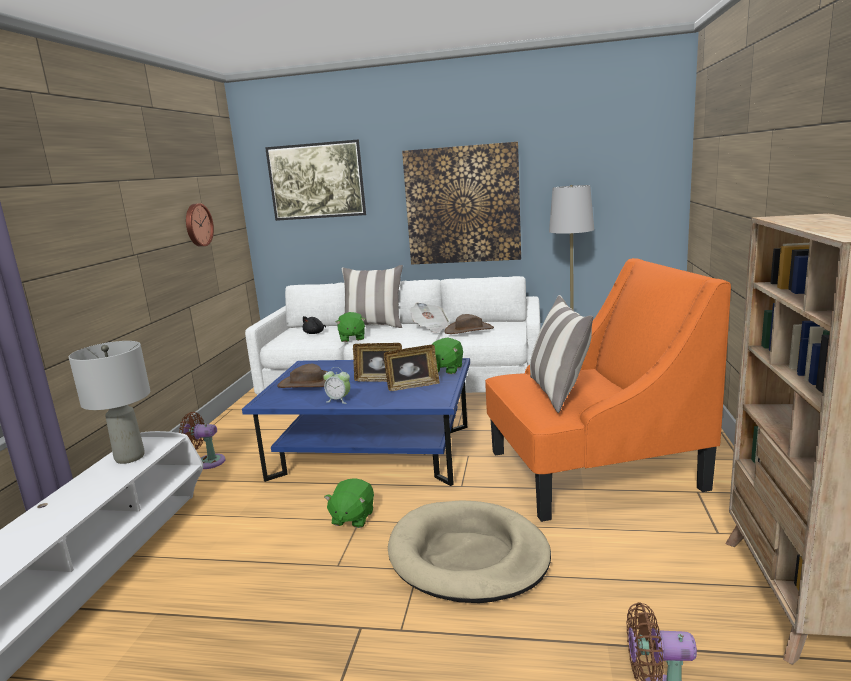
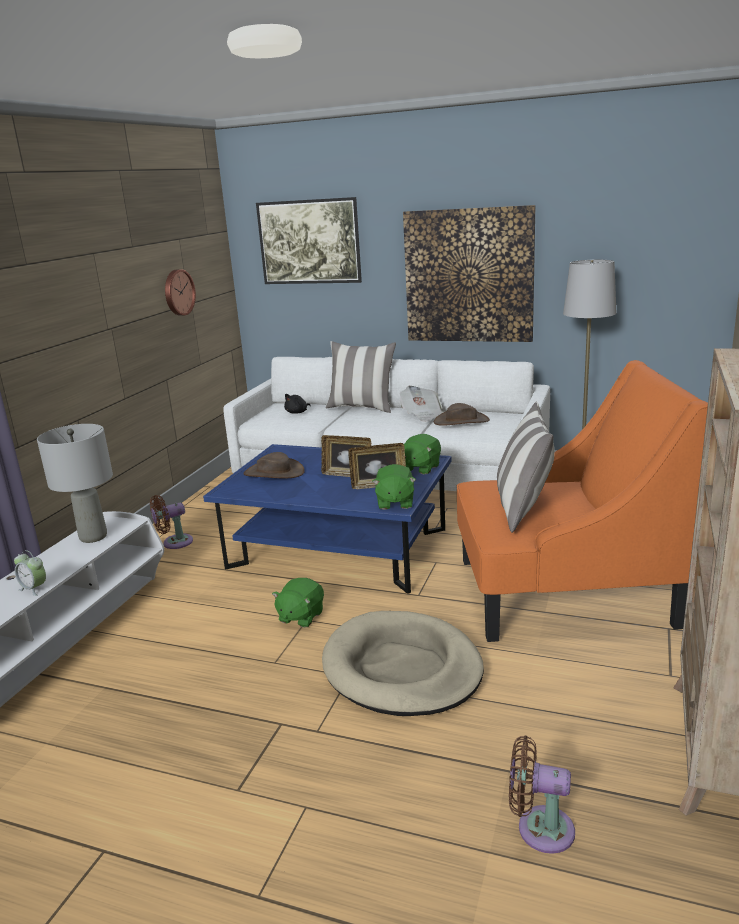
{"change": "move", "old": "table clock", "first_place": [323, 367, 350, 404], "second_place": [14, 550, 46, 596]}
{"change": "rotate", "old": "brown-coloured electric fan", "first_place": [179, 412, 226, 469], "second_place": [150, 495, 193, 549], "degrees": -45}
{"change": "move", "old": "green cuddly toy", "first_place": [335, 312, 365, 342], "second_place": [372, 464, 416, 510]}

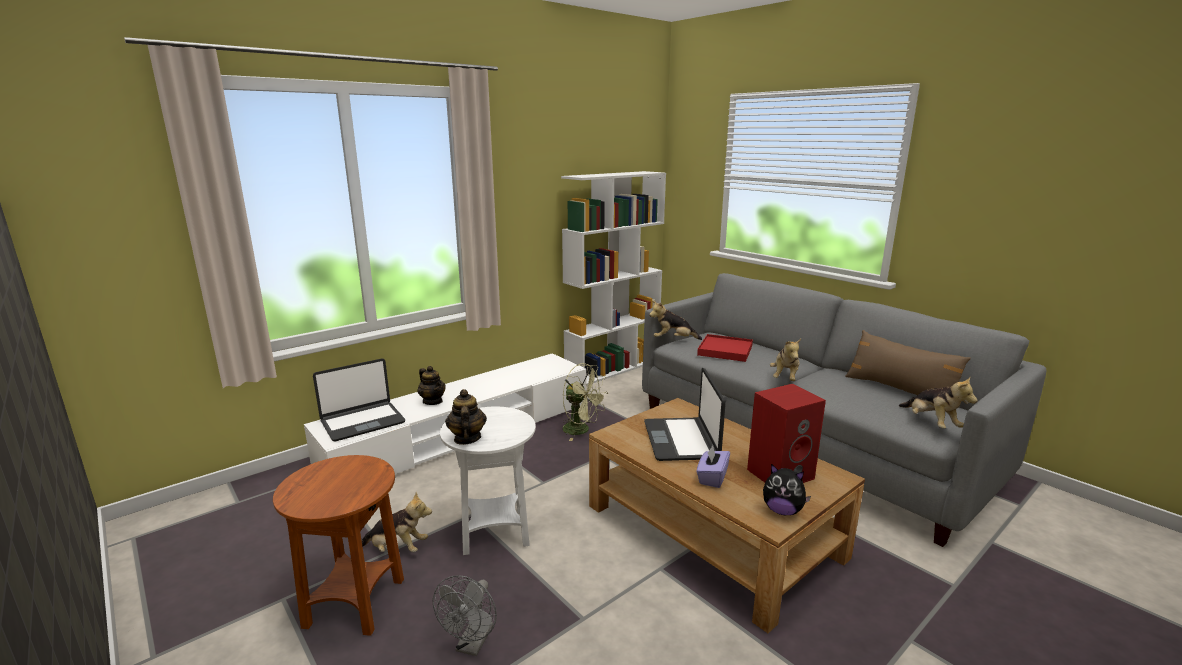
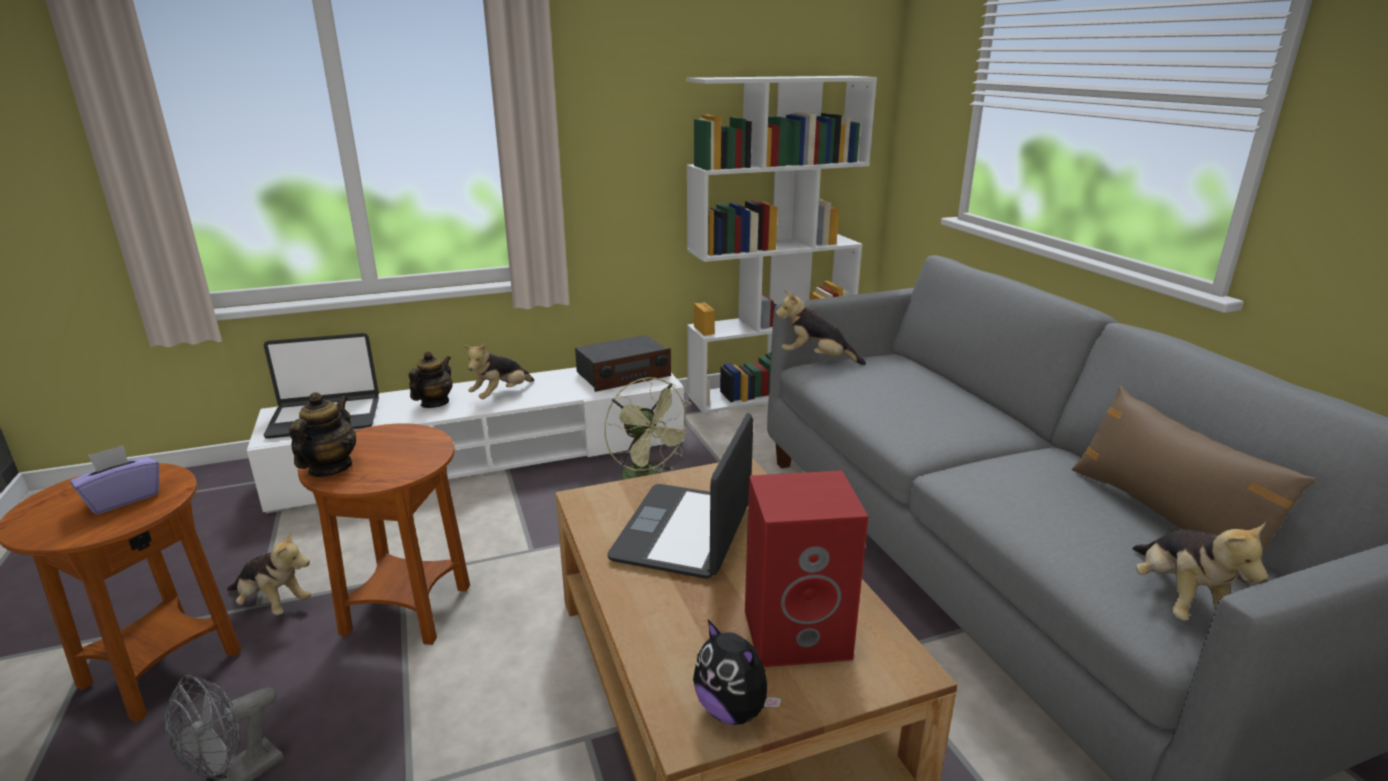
{"change": "move", "old": "purplish tissue holder", "first_place": [696, 445, 730, 488], "second_place": [70, 445, 159, 514]}
{"change": "recolor", "old": "white-coloured accent table", "new": "brown-coloured accent table", "first_place": [440, 407, 536, 555], "second_place": [298, 423, 470, 645]}
{"change": "rotate", "old": "teapot", "first_place": [418, 366, 446, 405], "second_place": [409, 351, 453, 408], "degrees": -135}
{"change": "move", "old": "cuddly toy", "first_place": [770, 339, 801, 381], "second_place": [463, 343, 534, 399]}
{"change": "insert", "new": "radio set", "second_place": [575, 335, 671, 392]}
{"change": "delete", "old": "reddish tray", "first_place": [697, 334, 753, 362]}

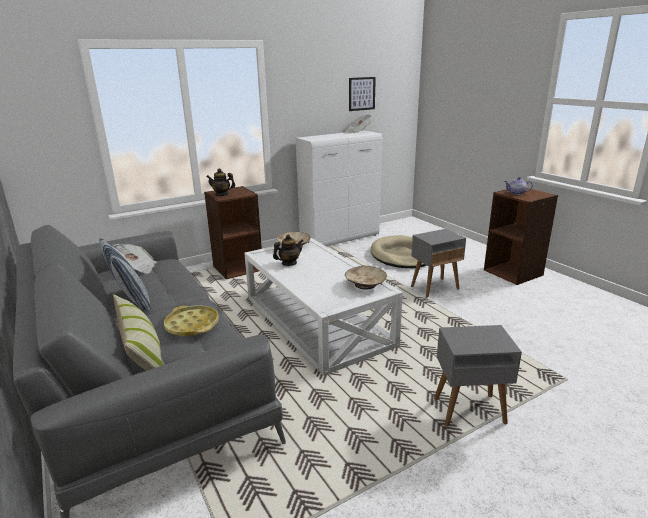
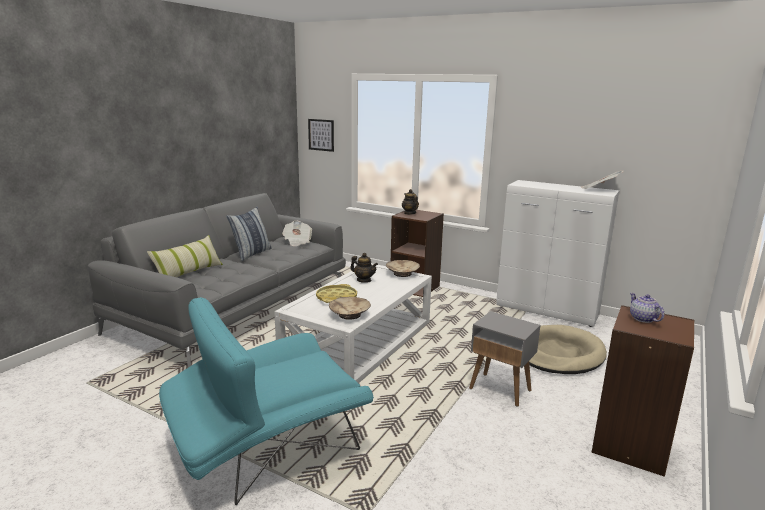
{"change": "replace", "old": "gray accent table", "new": "blue-green armchair", "first_place": [434, 325, 522, 427], "second_place": [159, 297, 374, 505]}
{"change": "move", "old": "picture", "first_place": [349, 77, 376, 111], "second_place": [308, 119, 334, 152]}
{"change": "move", "old": "yellow tray", "first_place": [164, 305, 219, 336], "second_place": [316, 284, 357, 303]}

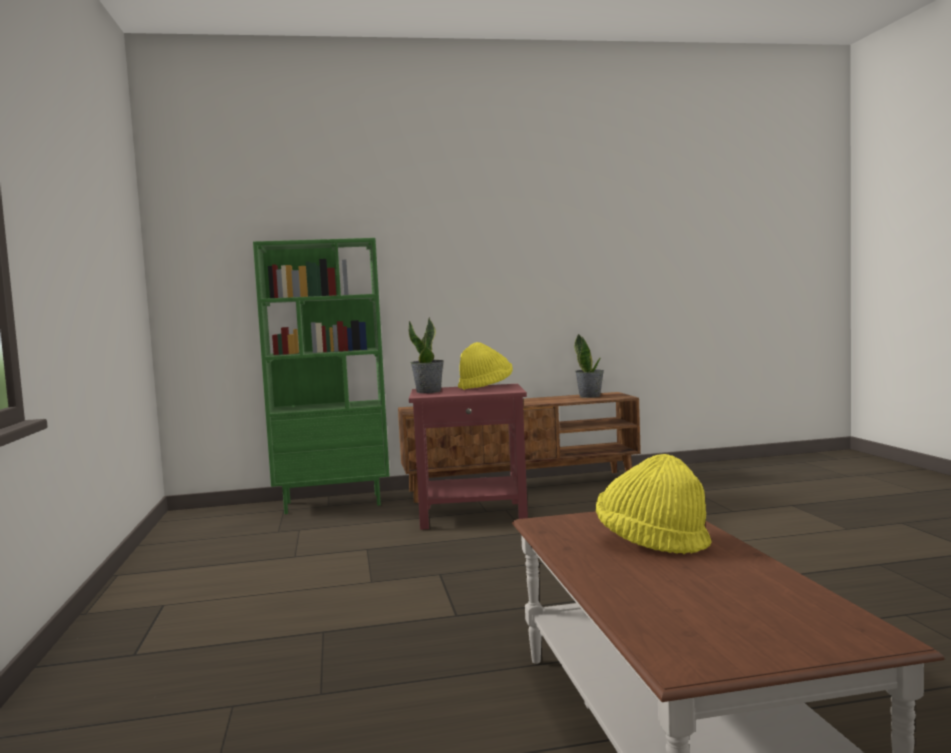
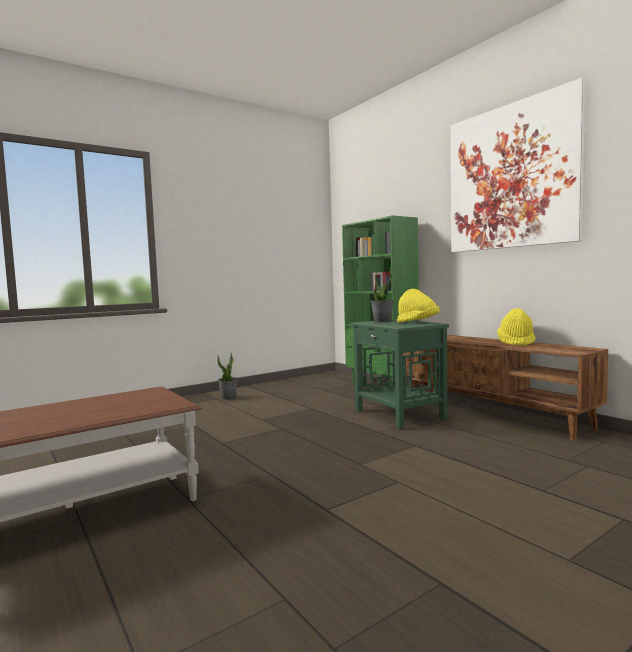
{"change": "move", "old": "plant in a pot", "first_place": [574, 334, 604, 398], "second_place": [217, 353, 238, 399]}
{"change": "recolor", "old": "reddish accent table", "new": "green accent table", "first_place": [409, 384, 528, 530], "second_place": [350, 319, 449, 429]}
{"change": "insert", "new": "picture", "second_place": [451, 77, 586, 252]}
{"change": "move", "old": "yellow wearable hat", "first_place": [596, 454, 712, 554], "second_place": [497, 308, 535, 346]}

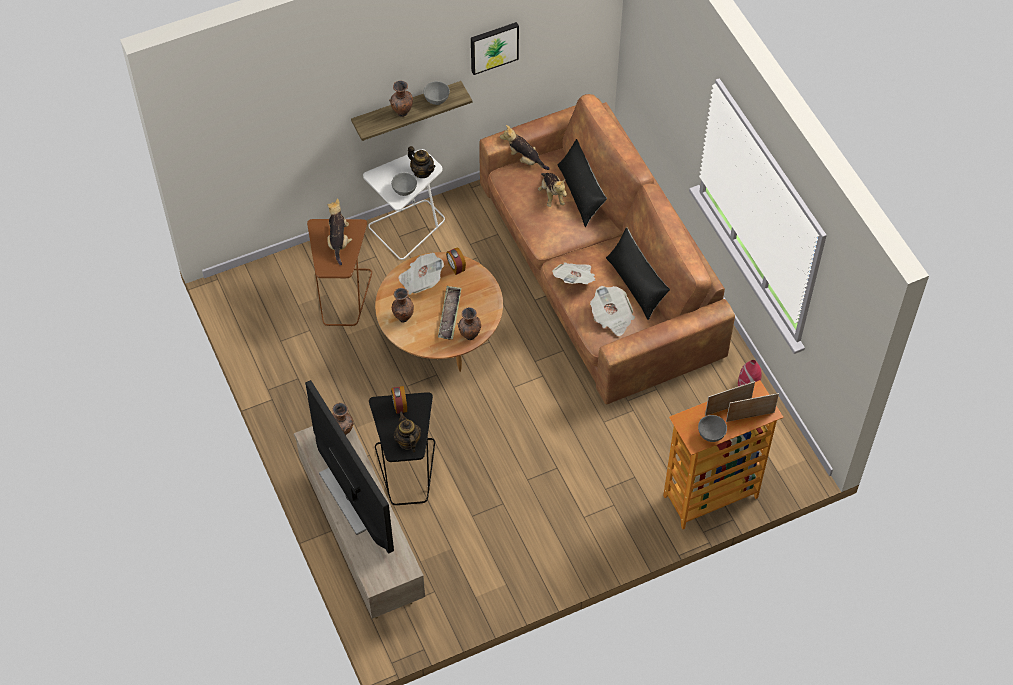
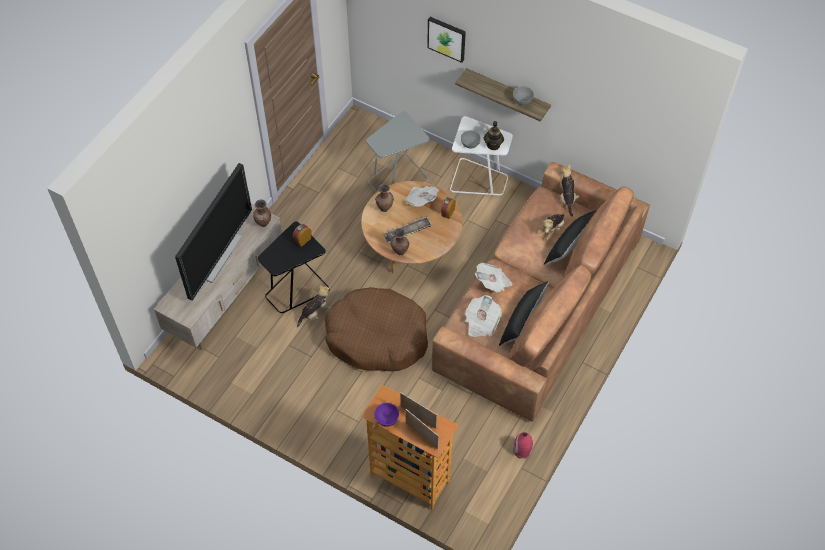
{"change": "move", "old": "cuddly toy", "first_place": [327, 198, 352, 265], "second_place": [297, 285, 331, 327]}
{"change": "insert", "new": "brown-coloured pet bed", "second_place": [325, 287, 428, 372]}
{"change": "recolor", "old": "brown-coloured accent table", "new": "gray accent table", "first_place": [307, 219, 372, 326], "second_place": [366, 111, 430, 193]}
{"change": "recolor", "old": "gray deep dish", "new": "purplish deep dish", "first_place": [698, 415, 727, 442], "second_place": [374, 403, 399, 427]}
{"change": "move", "old": "picture", "first_place": [471, 22, 519, 75], "second_place": [427, 17, 466, 63]}
{"change": "delete", "old": "brown-coloured decorative vase", "first_place": [389, 80, 413, 117]}
{"change": "delete", "old": "teapot", "first_place": [394, 411, 421, 452]}

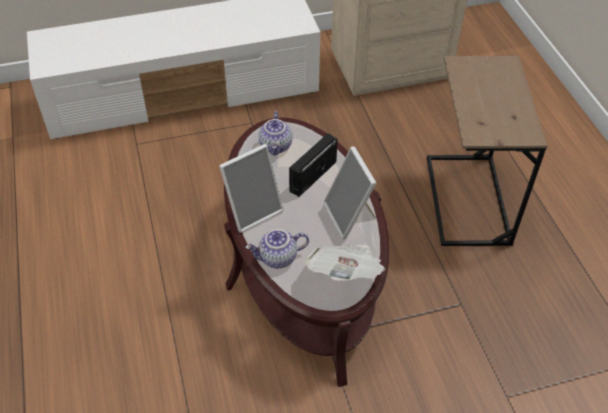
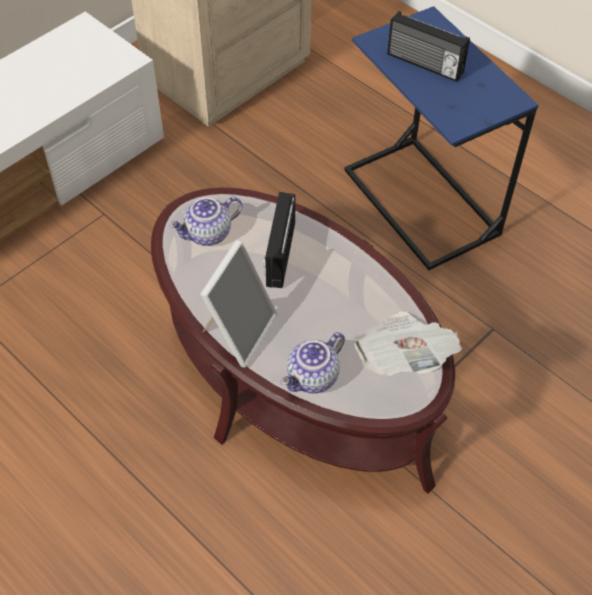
{"change": "rotate", "old": "teapot", "first_place": [259, 111, 292, 156], "second_place": [169, 196, 243, 246], "degrees": 90}
{"change": "recolor", "old": "brown-coloured accent table", "new": "blue accent table", "first_place": [427, 56, 547, 246], "second_place": [344, 6, 538, 270]}
{"change": "insert", "new": "radio set", "second_place": [387, 11, 470, 82]}
{"change": "delete", "old": "picture frame", "first_place": [323, 146, 377, 240]}

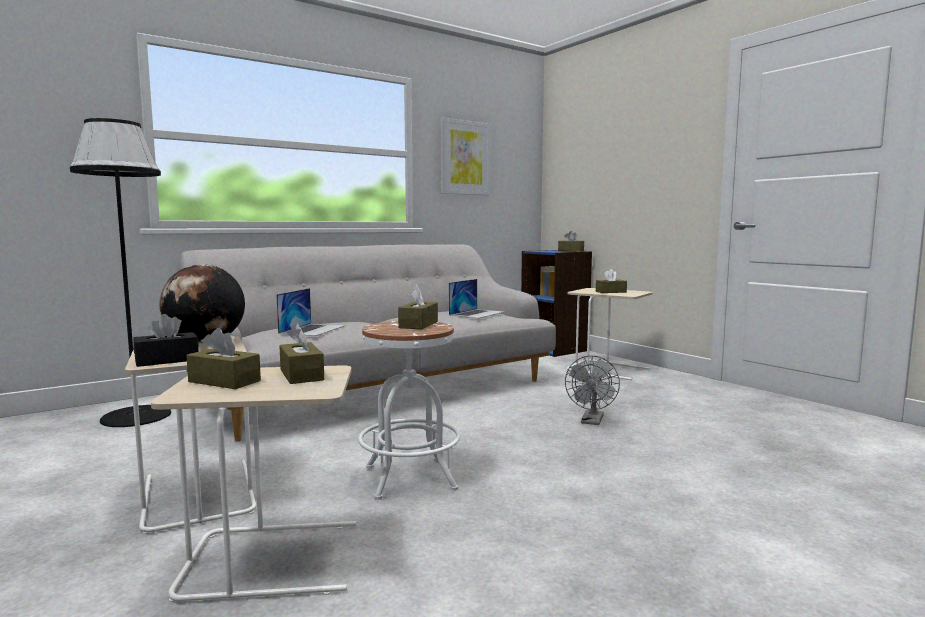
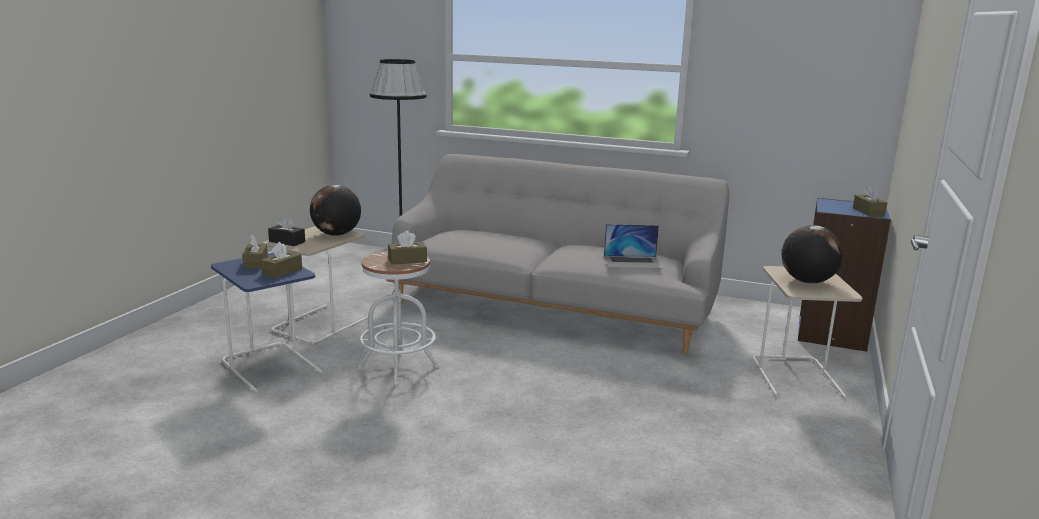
{"change": "recolor", "old": "sand-coloured accent table", "new": "blue accent table", "first_place": [151, 366, 356, 602], "second_place": [211, 253, 322, 392]}
{"change": "replace", "old": "brown-coloured tissue holder", "new": "globe", "first_place": [596, 269, 627, 293], "second_place": [781, 225, 843, 284]}
{"change": "delete", "old": "notebook computer", "first_place": [276, 288, 345, 336]}
{"change": "delete", "old": "picture", "first_place": [440, 118, 490, 195]}
{"change": "delete", "old": "gray electric fan", "first_place": [565, 355, 620, 425]}

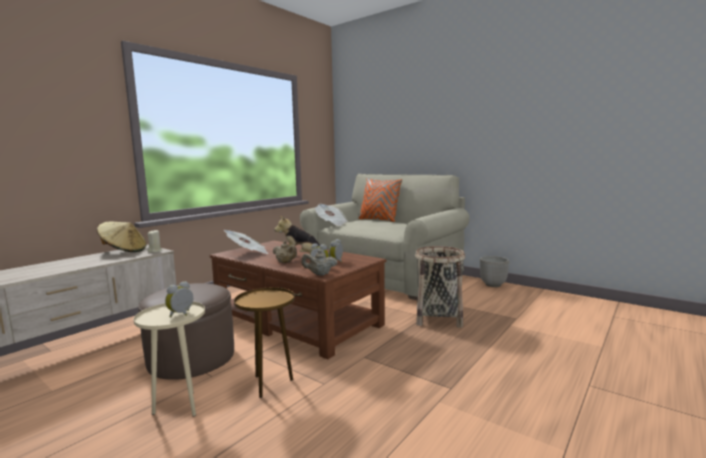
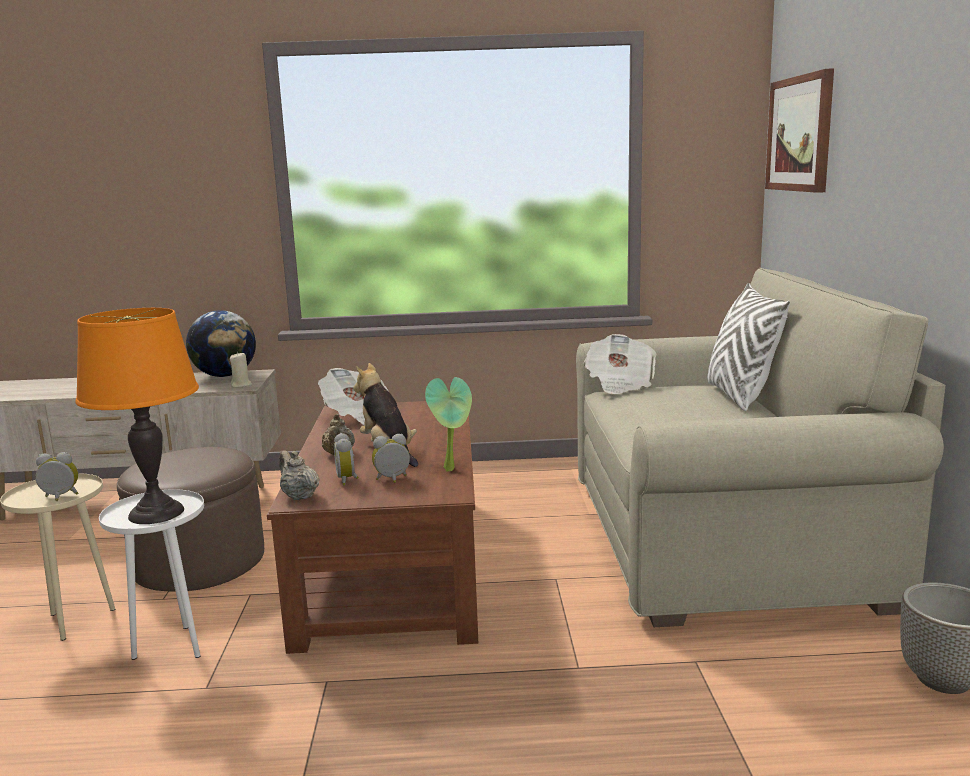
{"change": "insert", "new": "orangey tabletop lamp", "second_place": [75, 308, 199, 524]}
{"change": "recolor", "old": "brown-coloured accent table", "new": "white-coloured accent table", "first_place": [234, 288, 295, 398], "second_place": [99, 489, 204, 660]}
{"change": "replace", "old": "sand-coloured wearable hat", "new": "globe", "first_place": [97, 222, 146, 252], "second_place": [186, 310, 256, 377]}
{"change": "insert", "new": "plant in a pot", "second_place": [425, 377, 472, 472]}
{"change": "recolor", "old": "orangey throw pillow", "new": "white-coloured throw pillow", "first_place": [358, 178, 402, 222], "second_place": [707, 283, 790, 411]}
{"change": "insert", "new": "picture", "second_place": [765, 68, 834, 193]}
{"change": "delete", "old": "basket", "first_place": [415, 246, 465, 328]}

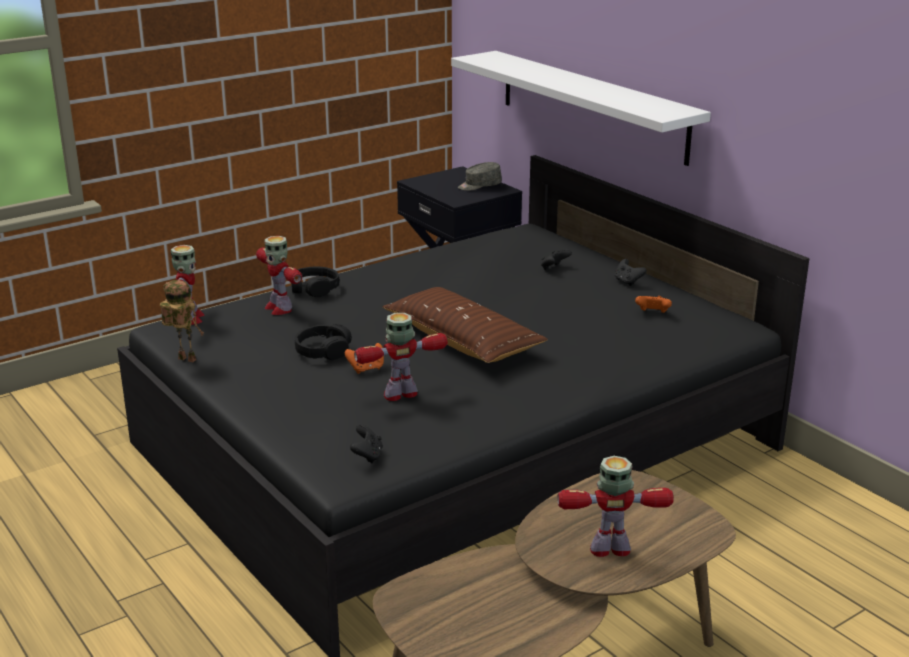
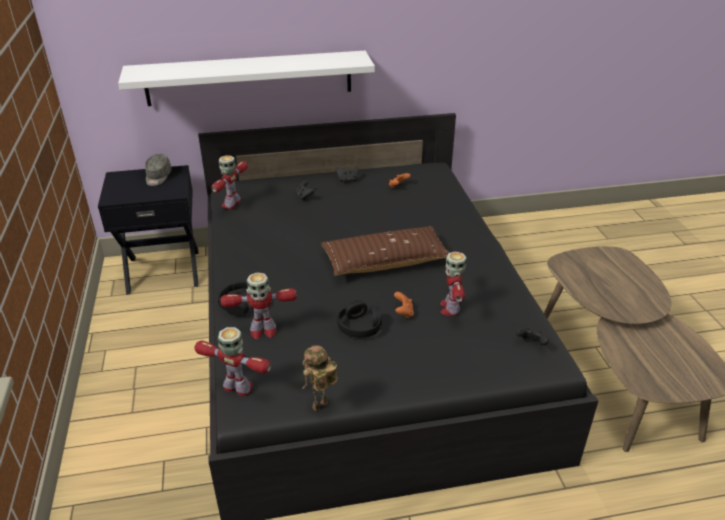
{"change": "move", "old": "toy robot", "first_place": [558, 456, 674, 557], "second_place": [211, 156, 248, 209]}

